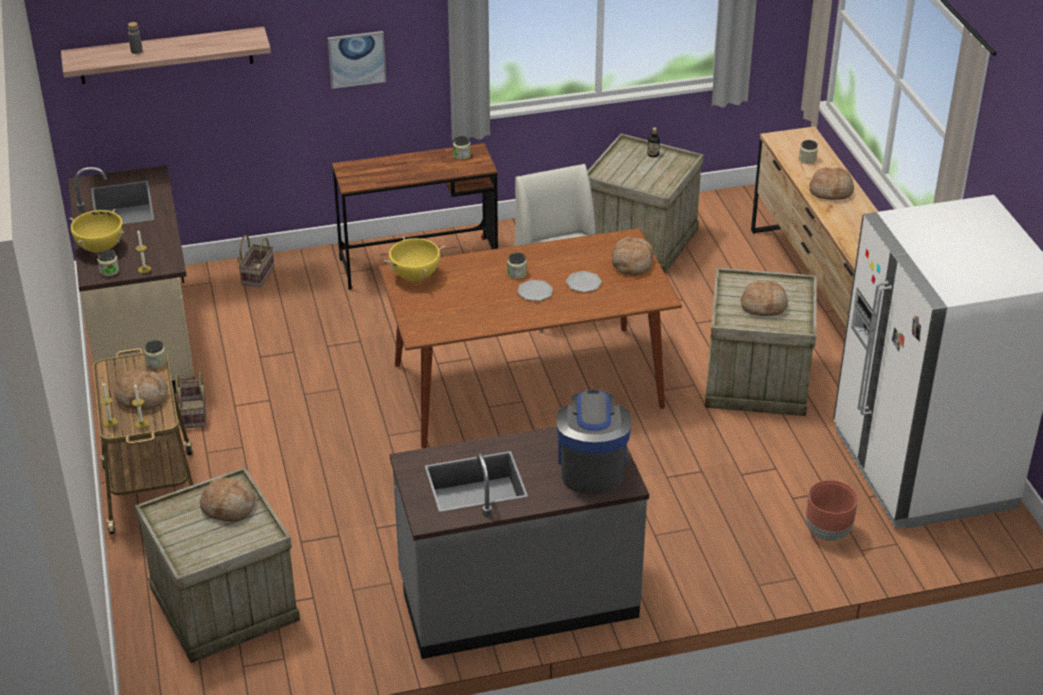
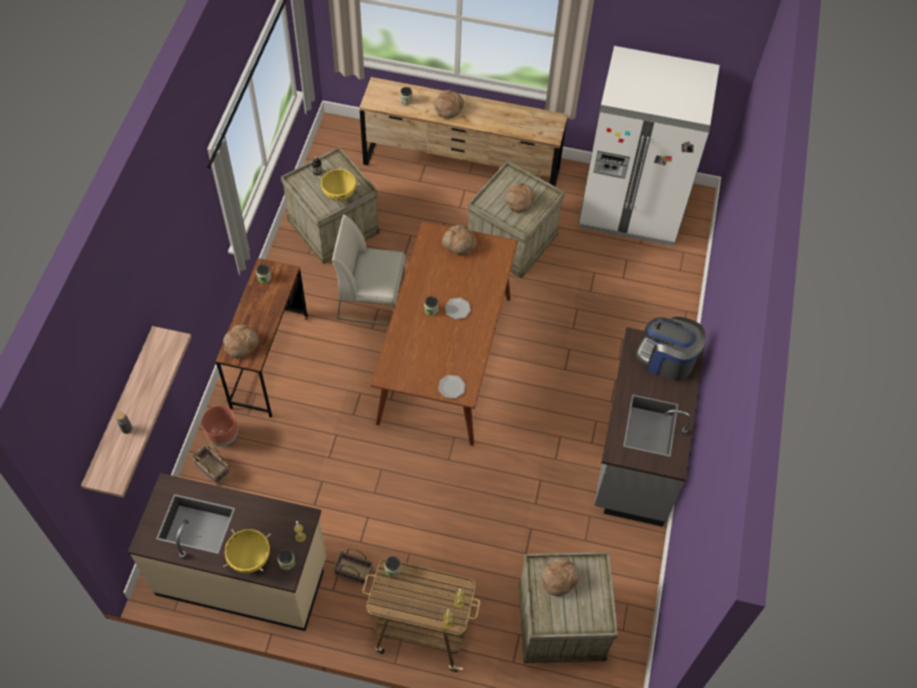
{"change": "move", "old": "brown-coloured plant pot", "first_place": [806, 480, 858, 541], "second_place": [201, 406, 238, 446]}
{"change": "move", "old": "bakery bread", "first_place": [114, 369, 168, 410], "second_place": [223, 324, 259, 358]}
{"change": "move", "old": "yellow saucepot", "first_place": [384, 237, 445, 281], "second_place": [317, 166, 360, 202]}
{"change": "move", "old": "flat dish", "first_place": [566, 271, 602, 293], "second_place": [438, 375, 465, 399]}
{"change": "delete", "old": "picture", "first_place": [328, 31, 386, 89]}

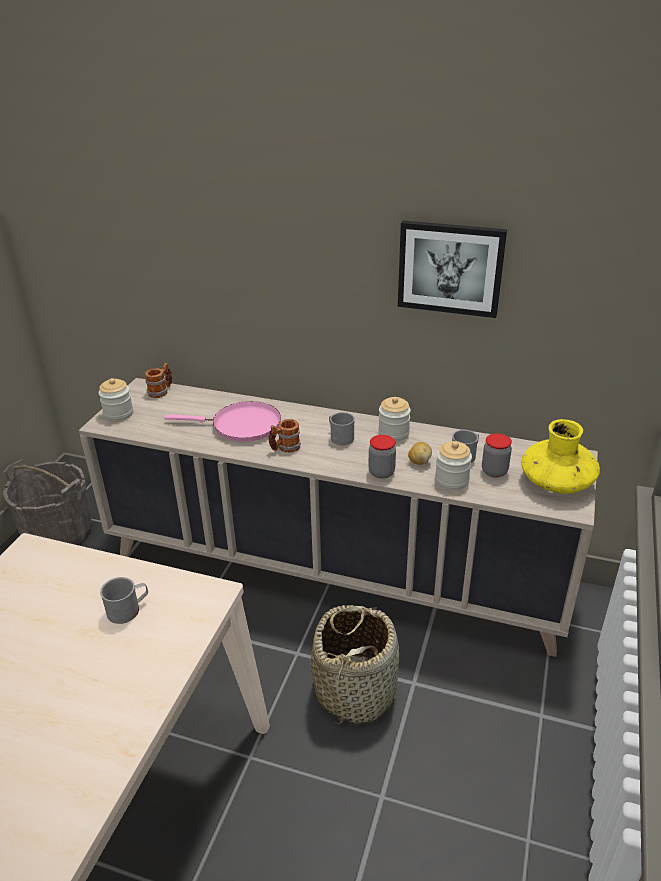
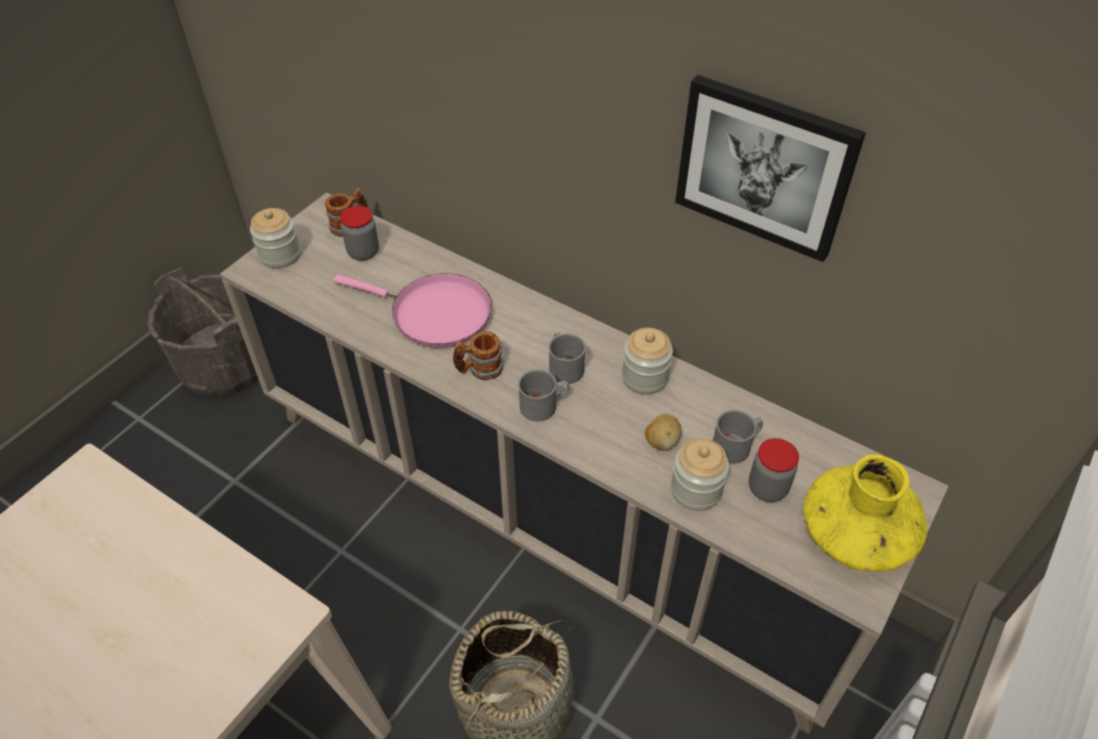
{"change": "move", "old": "jar", "first_place": [369, 435, 396, 479], "second_place": [340, 206, 379, 261]}
{"change": "move", "old": "gray mug", "first_place": [100, 577, 148, 624], "second_place": [518, 369, 569, 421]}

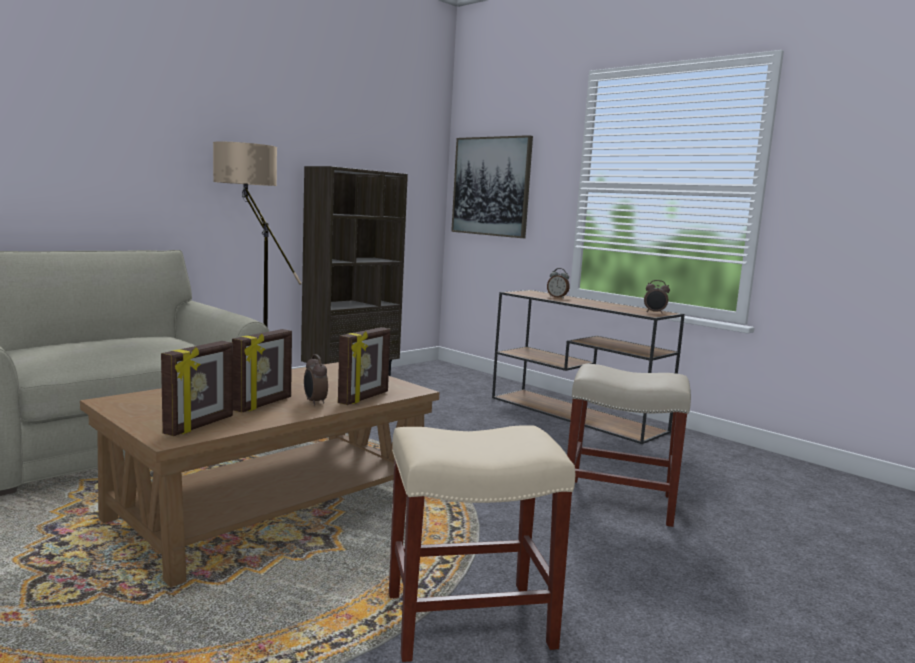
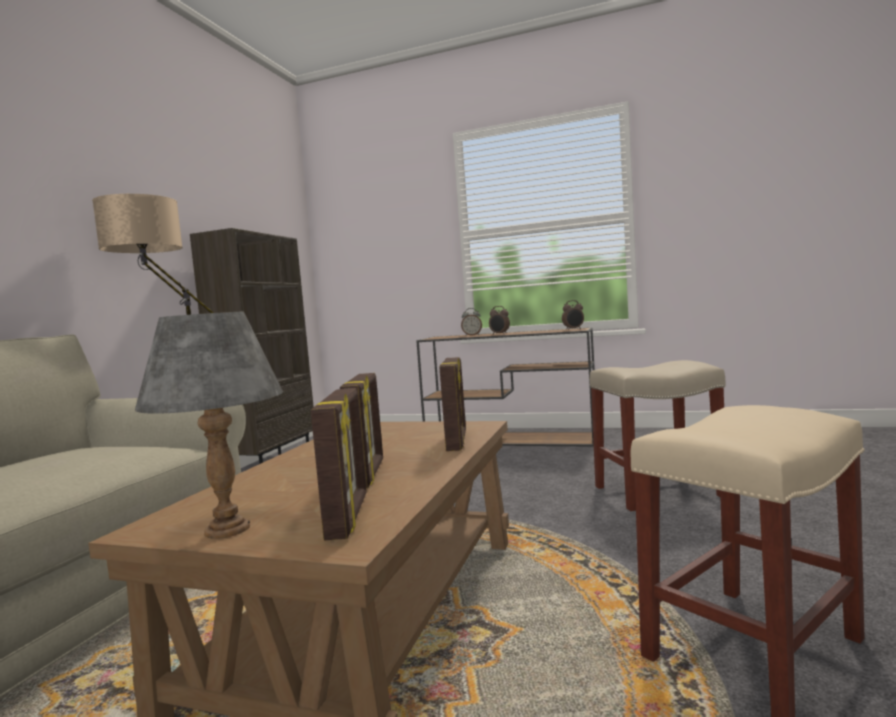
{"change": "insert", "new": "gray tabletop lamp", "second_place": [135, 312, 283, 539]}
{"change": "move", "old": "table clock", "first_place": [304, 354, 328, 406], "second_place": [489, 306, 510, 335]}
{"change": "delete", "old": "picture", "first_place": [451, 135, 533, 238]}

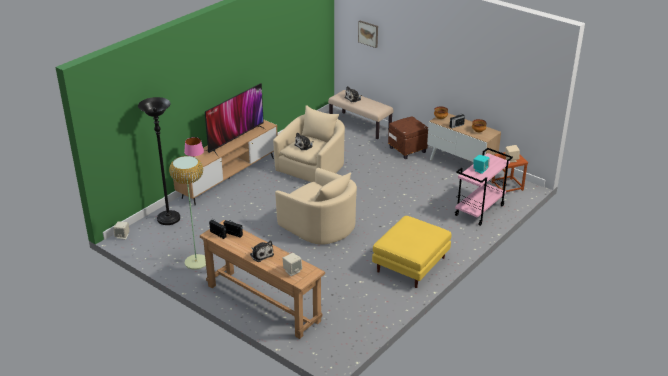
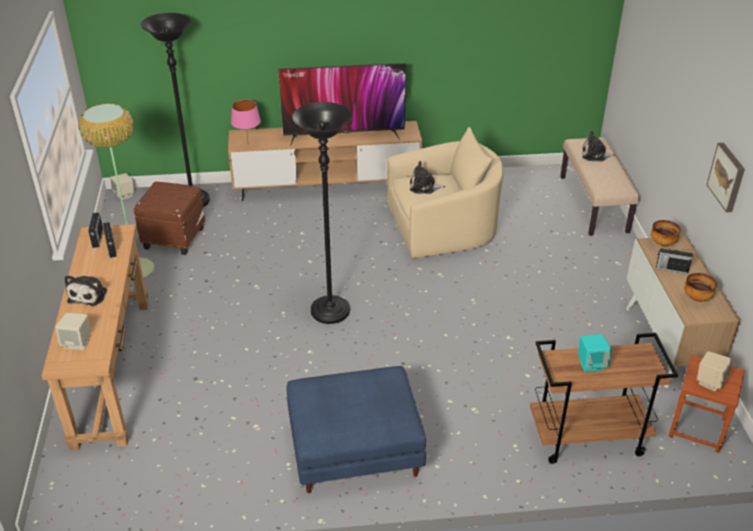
{"change": "move", "old": "brown-coloured ottoman", "first_place": [388, 116, 428, 159], "second_place": [134, 182, 205, 255]}
{"change": "recolor", "old": "yellow ottoman", "new": "blue ottoman", "first_place": [372, 216, 451, 288], "second_place": [287, 366, 426, 493]}
{"change": "replace", "old": "sand-coloured armchair", "new": "black-coloured floor lamp", "first_place": [275, 168, 357, 245], "second_place": [292, 102, 352, 324]}
{"change": "recolor", "old": "pink-coloured wheeled cart", "new": "brown-coloured wheeled cart", "first_place": [455, 148, 513, 226], "second_place": [530, 333, 678, 464]}
{"change": "move", "old": "picture", "first_place": [358, 21, 378, 48], "second_place": [706, 143, 745, 212]}

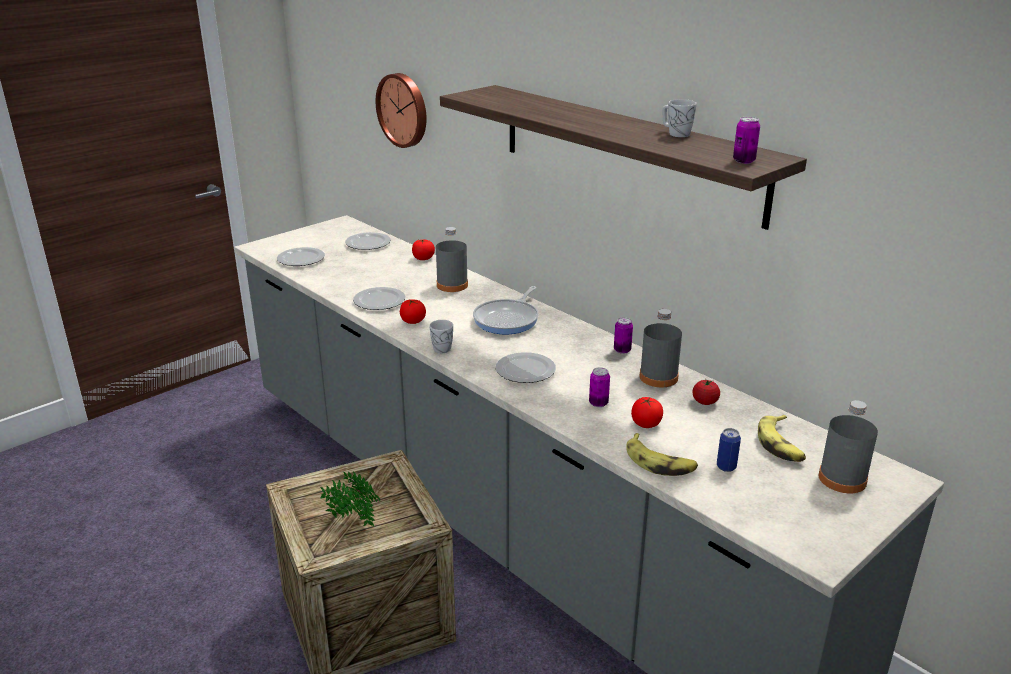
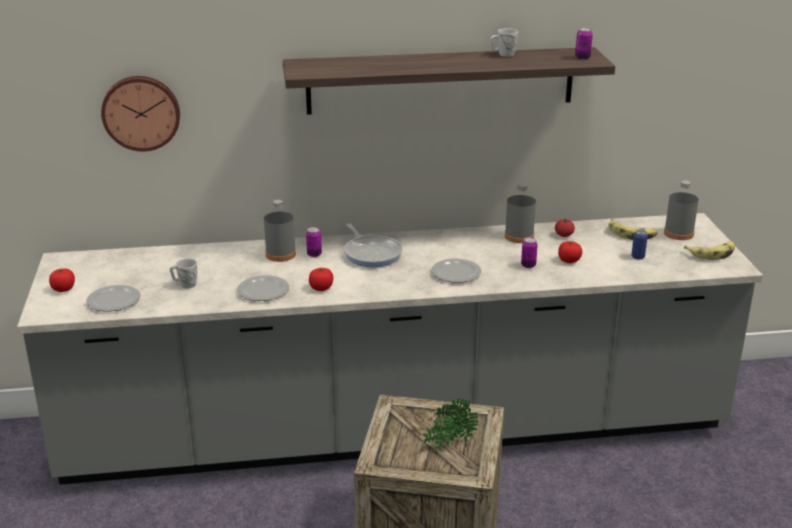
{"change": "move", "old": "whole tomato", "first_place": [412, 240, 435, 260], "second_place": [49, 268, 75, 292]}
{"change": "move", "old": "white-coloured mug", "first_place": [430, 320, 453, 353], "second_place": [170, 259, 197, 288]}
{"change": "move", "old": "can", "first_place": [614, 318, 633, 354], "second_place": [306, 227, 322, 257]}
{"change": "move", "old": "whole banana", "first_place": [626, 433, 698, 476], "second_place": [684, 241, 735, 260]}
{"change": "delete", "old": "flat dish", "first_place": [345, 232, 391, 250]}

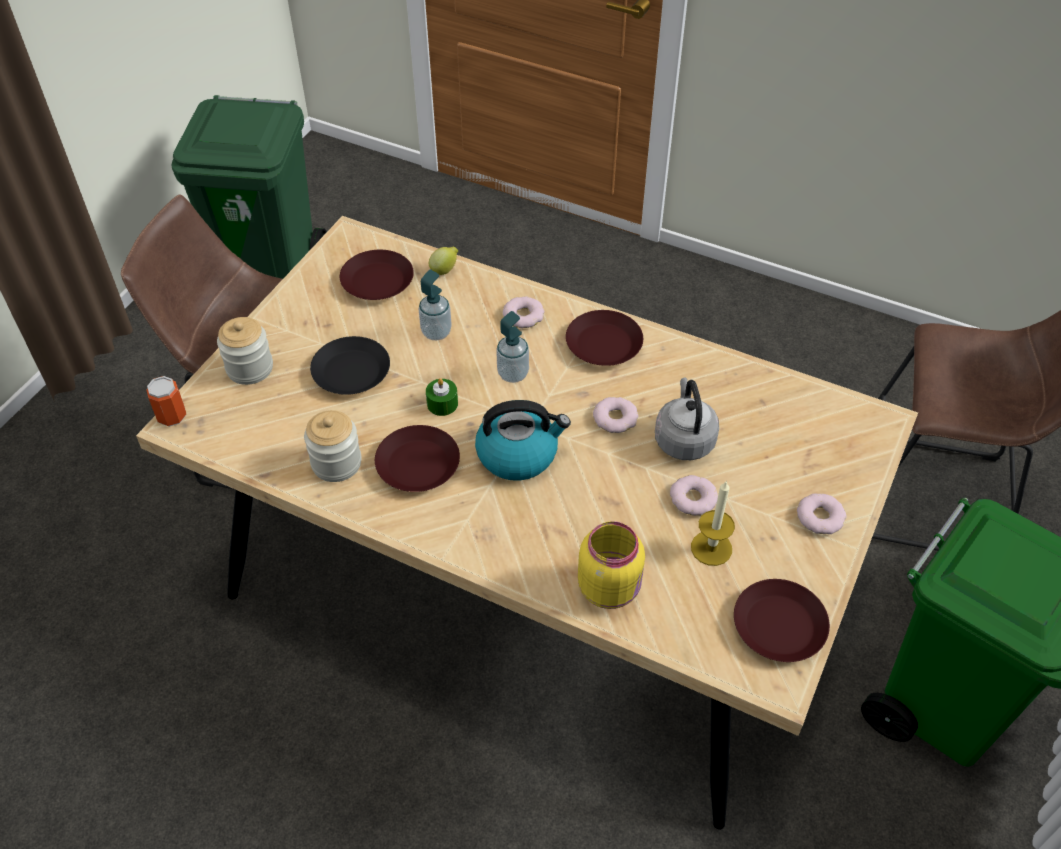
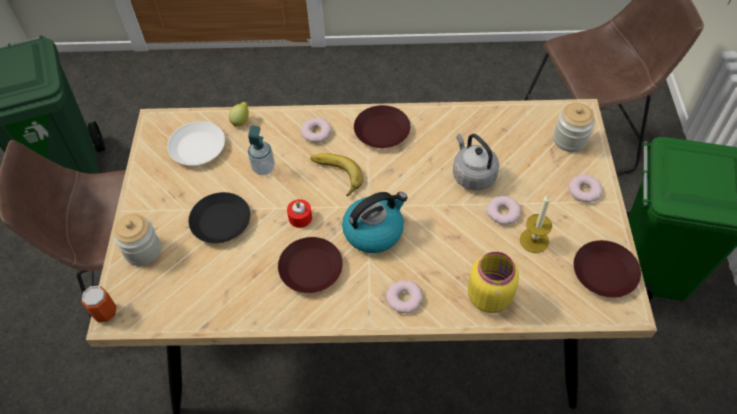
{"change": "recolor", "old": "brown-coloured flat dish", "new": "white-coloured flat dish", "first_place": [340, 250, 414, 300], "second_place": [168, 121, 225, 165]}
{"change": "recolor", "old": "green candle", "new": "reddish candle", "first_place": [426, 378, 458, 416], "second_place": [287, 199, 312, 228]}
{"change": "replace", "old": "soap bottle", "new": "whole banana", "first_place": [496, 311, 529, 383], "second_place": [310, 153, 363, 196]}
{"change": "move", "old": "doughnut", "first_place": [593, 397, 639, 433], "second_place": [386, 280, 423, 313]}
{"change": "move", "old": "jar", "first_place": [304, 410, 362, 482], "second_place": [553, 103, 595, 152]}

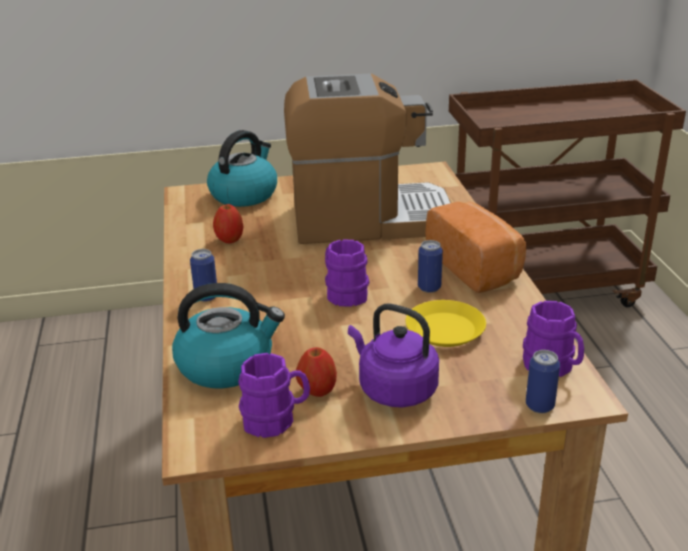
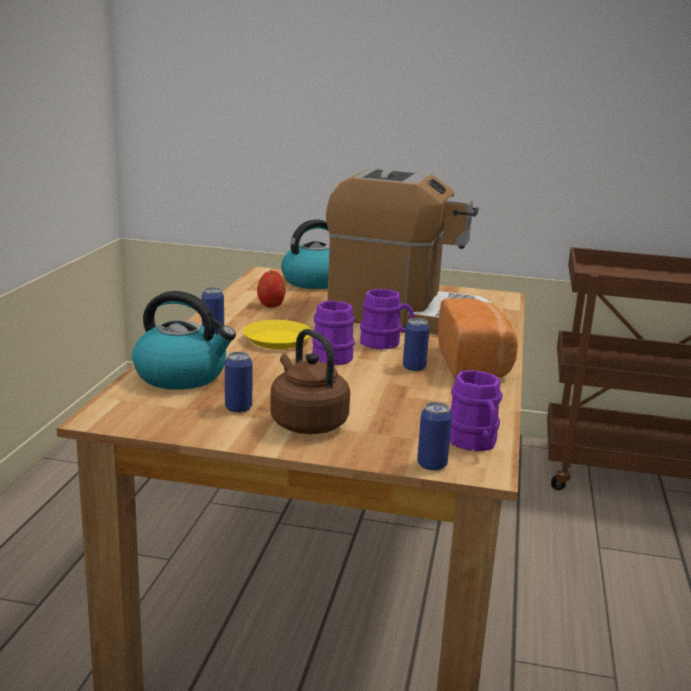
{"change": "replace", "old": "apple fruit", "new": "can", "first_place": [296, 347, 337, 397], "second_place": [225, 351, 253, 413]}
{"change": "move", "old": "yellow flat dish", "first_place": [406, 300, 486, 347], "second_place": [243, 320, 312, 349]}
{"change": "recolor", "old": "purplish tea kettle", "new": "brown-coloured tea kettle", "first_place": [348, 303, 439, 407], "second_place": [270, 329, 350, 434]}
{"change": "move", "old": "purplish mug", "first_place": [238, 353, 310, 438], "second_place": [360, 289, 414, 350]}

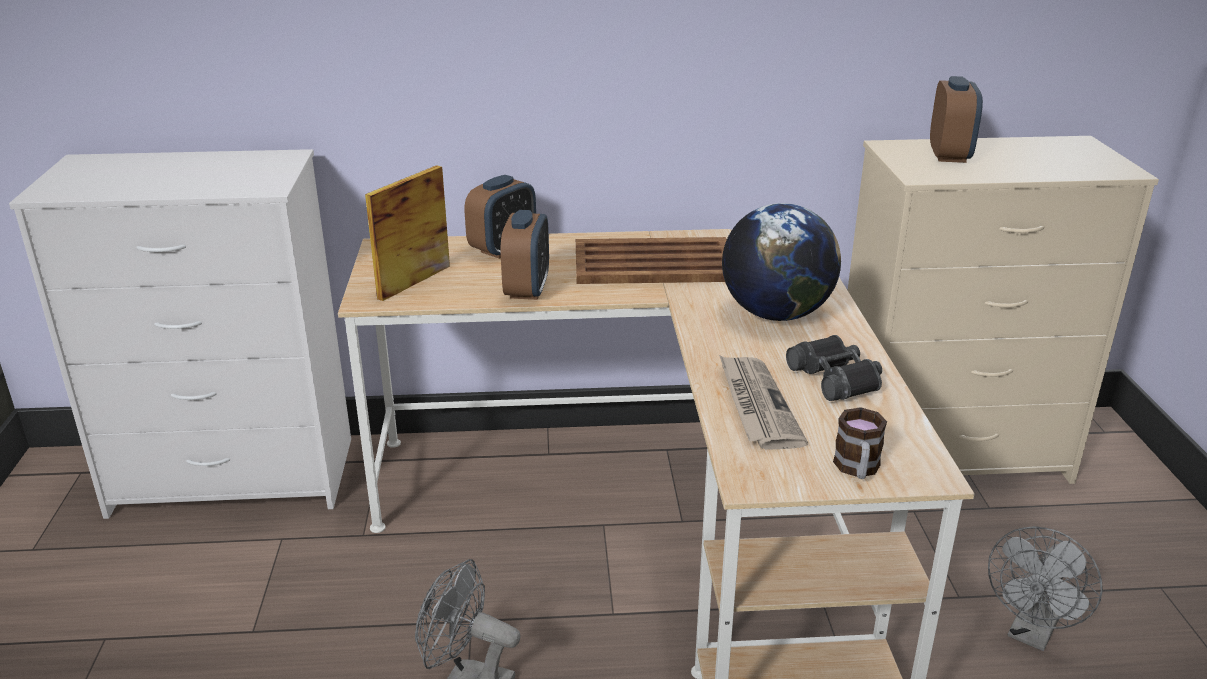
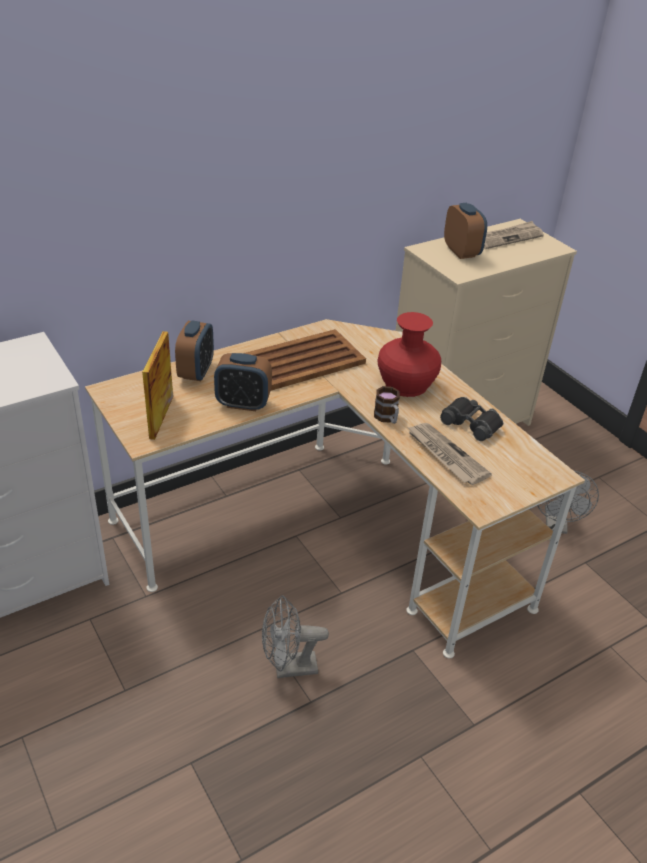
{"change": "rotate", "old": "table clock", "first_place": [501, 210, 549, 300], "second_place": [214, 353, 272, 411], "degrees": 120}
{"change": "move", "old": "mug", "first_place": [833, 407, 887, 479], "second_place": [374, 386, 400, 424]}
{"change": "replace", "old": "globe", "new": "reddish decorative vase", "first_place": [722, 203, 841, 321], "second_place": [377, 312, 441, 397]}
{"change": "insert", "new": "printed paper", "second_place": [484, 221, 544, 249]}

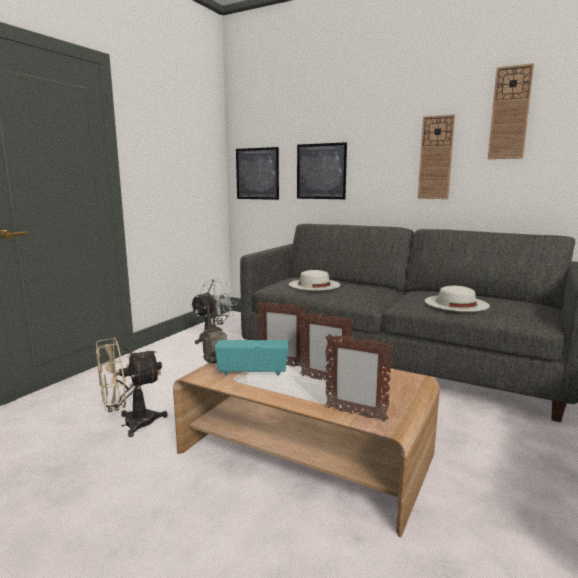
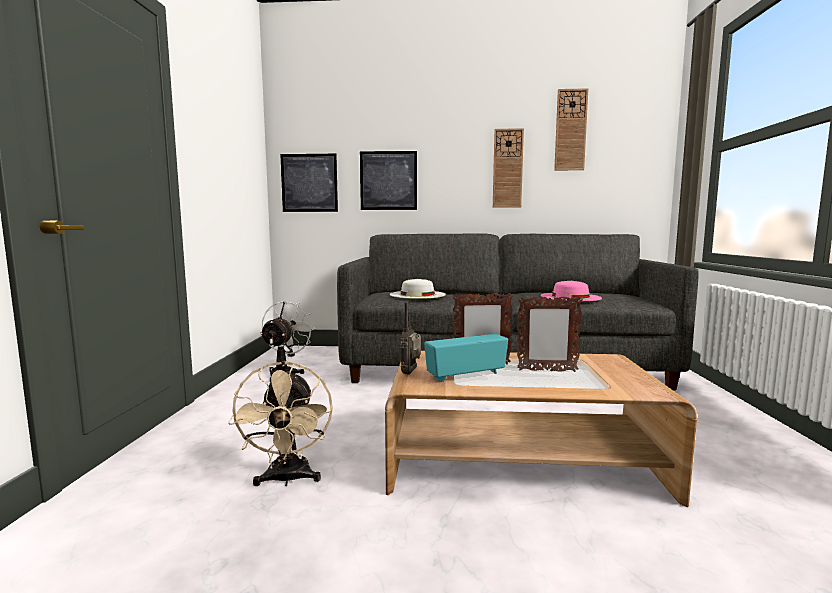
{"change": "rotate", "old": "sand-coloured electric fan", "first_place": [96, 338, 168, 437], "second_place": [228, 361, 333, 486], "degrees": -45}
{"change": "recolor", "old": "white-coloured wearable hat", "new": "pink-coloured wearable hat", "first_place": [425, 286, 490, 312], "second_place": [540, 281, 602, 301]}
{"change": "delete", "old": "picture frame", "first_place": [325, 334, 393, 421]}

